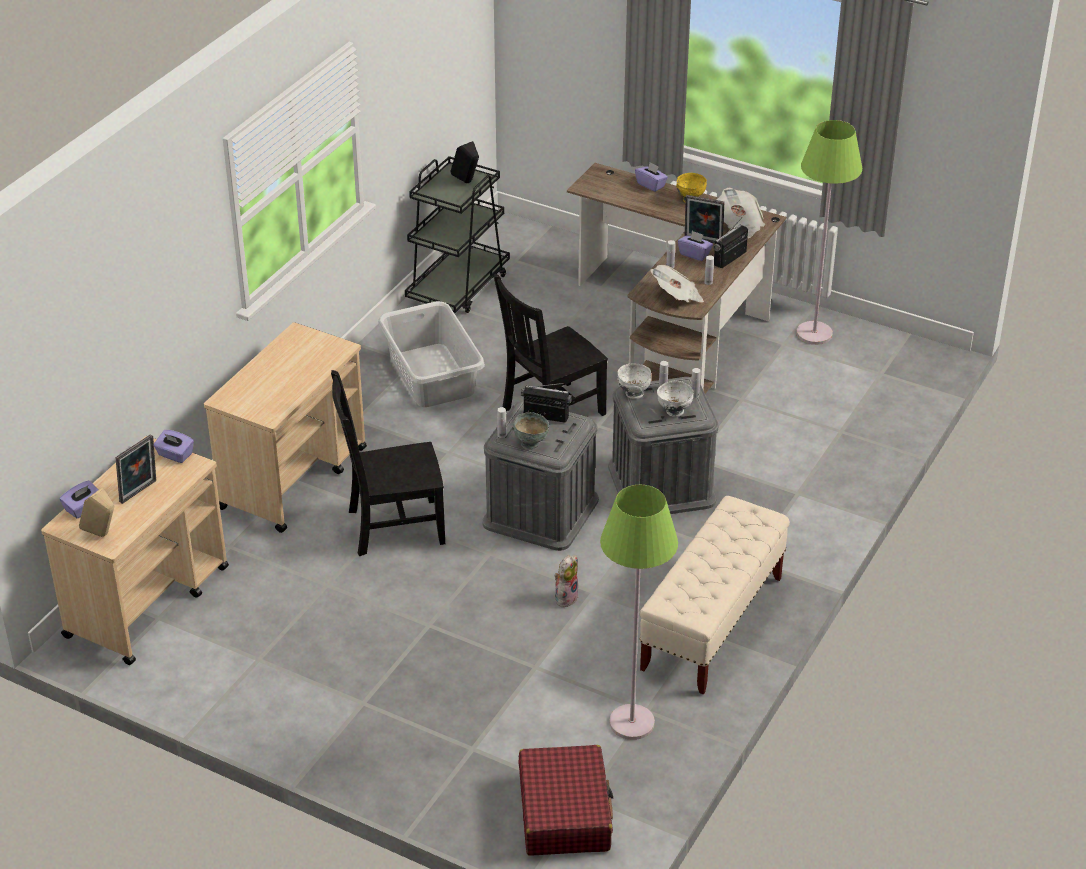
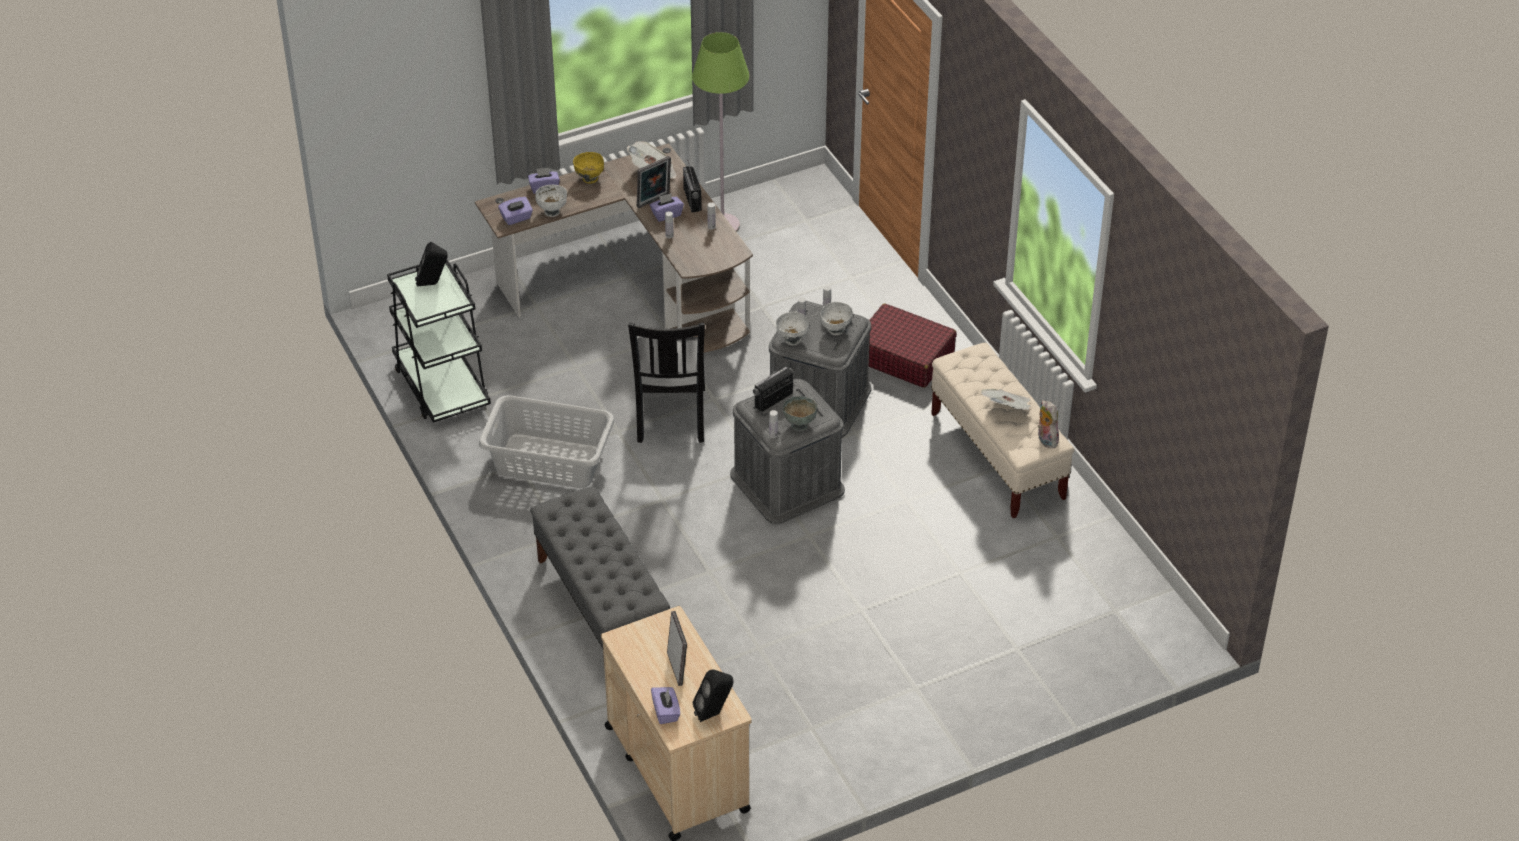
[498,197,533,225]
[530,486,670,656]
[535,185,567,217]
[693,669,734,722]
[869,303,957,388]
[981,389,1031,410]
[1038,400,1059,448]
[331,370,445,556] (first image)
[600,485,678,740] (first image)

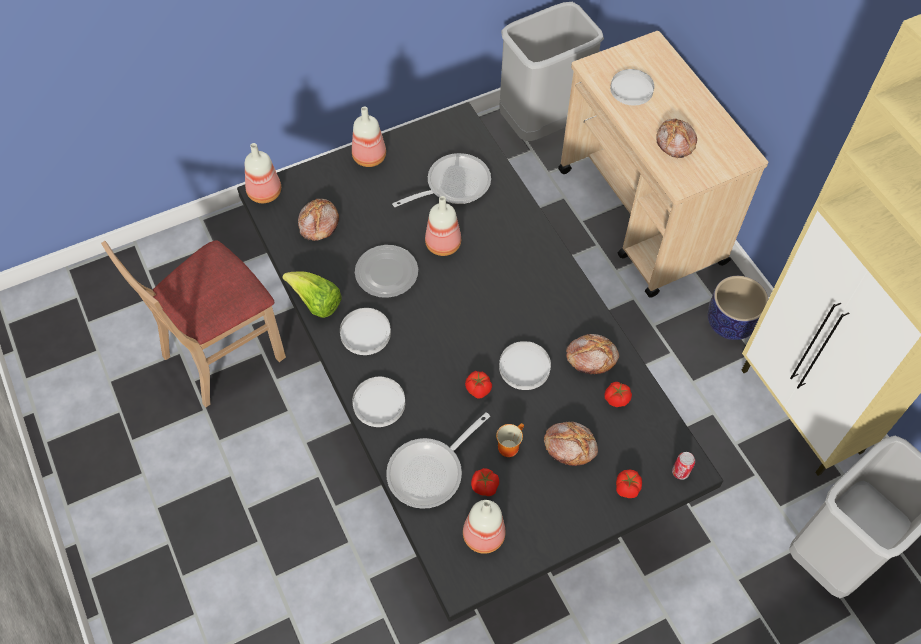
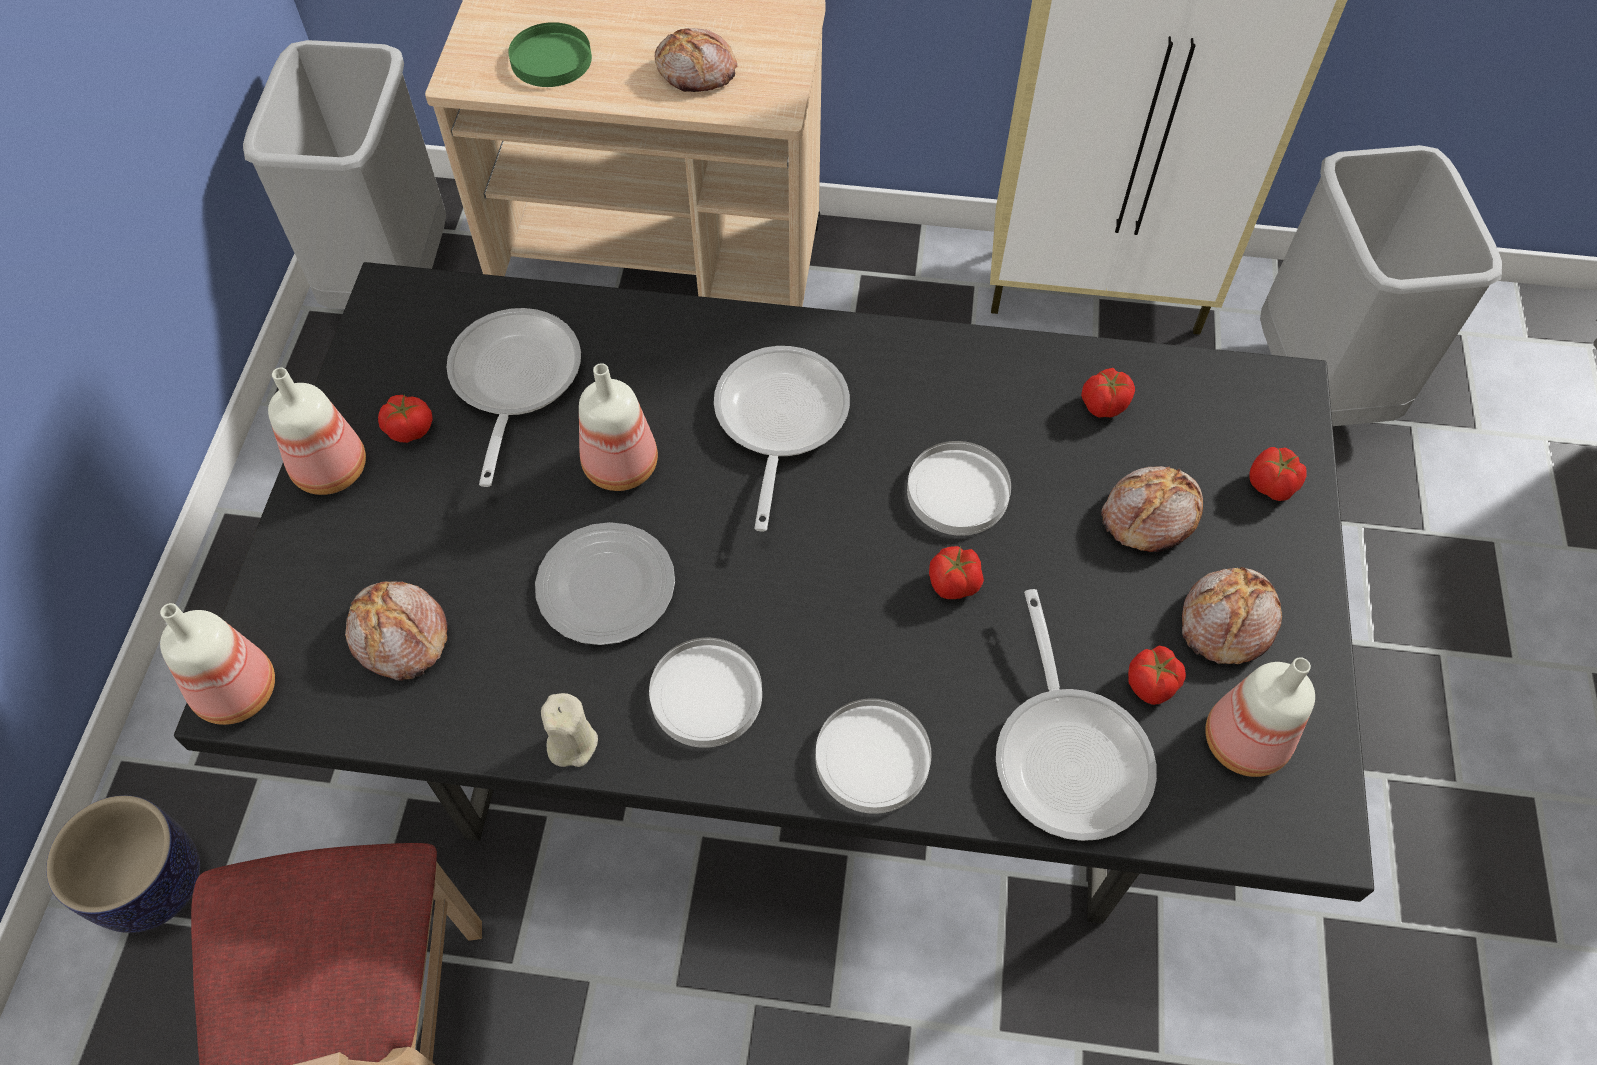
[46,795,200,933]
[378,395,433,443]
[508,22,592,87]
[541,693,598,767]
[714,346,850,532]
[1182,567,1282,664]
[496,423,524,457] (first image)
[672,452,695,480] (first image)

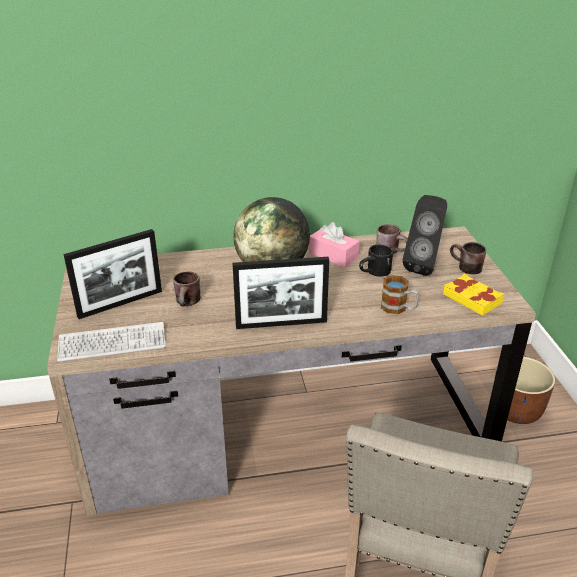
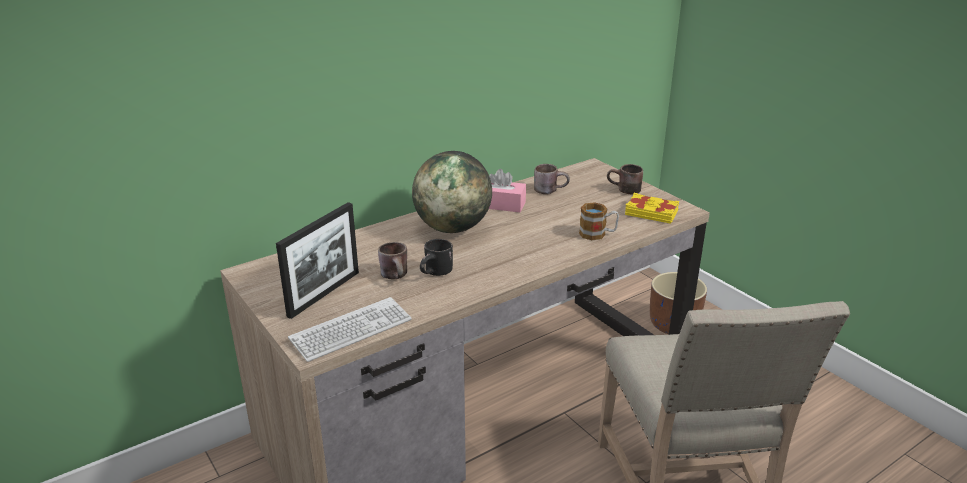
[420,239,453,276]
[232,257,329,329] (first image)
[402,195,447,276] (first image)

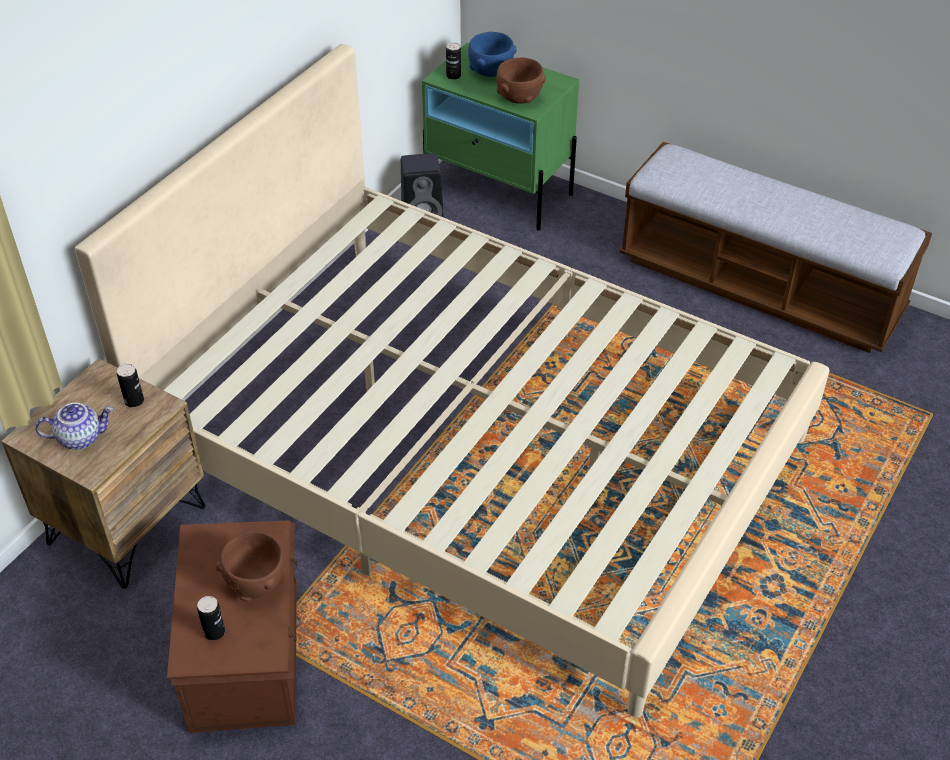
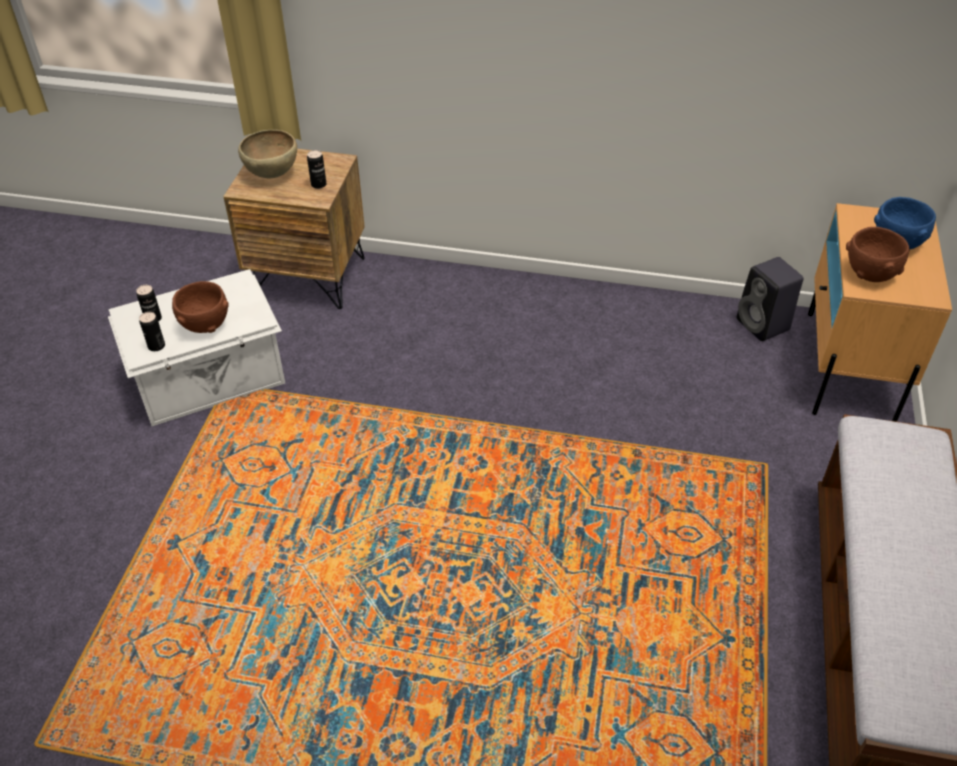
[108,269,285,426]
[139,312,165,351]
[238,130,297,178]
[808,203,952,422]
[75,44,830,717] (first image)

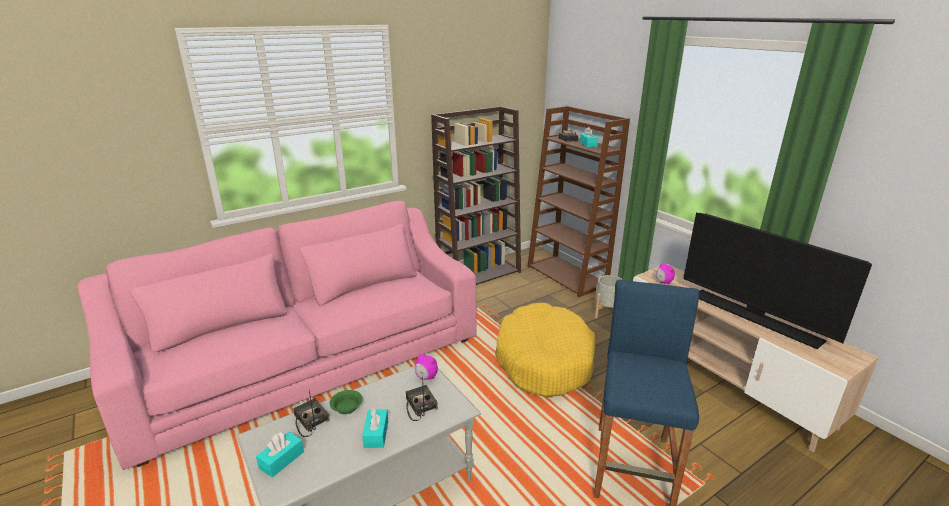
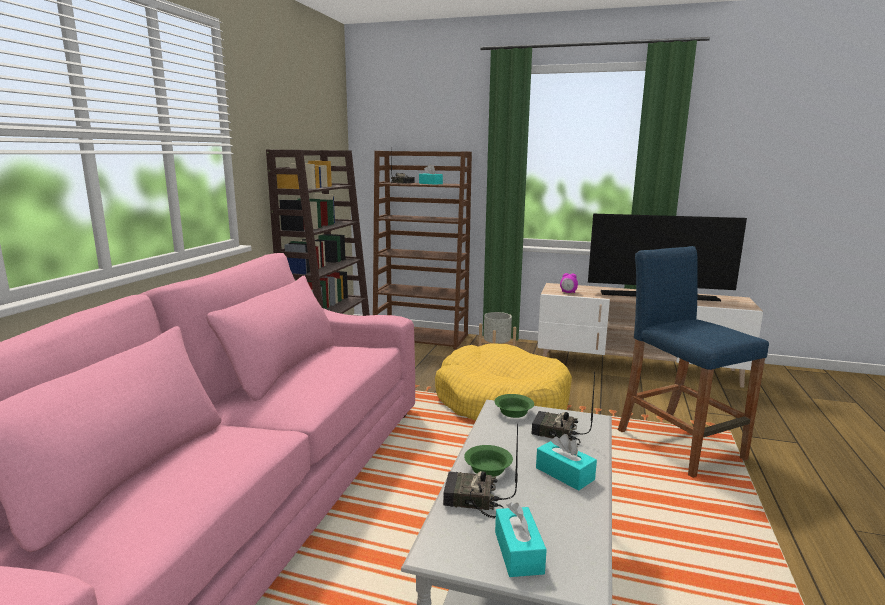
[494,394,534,418]

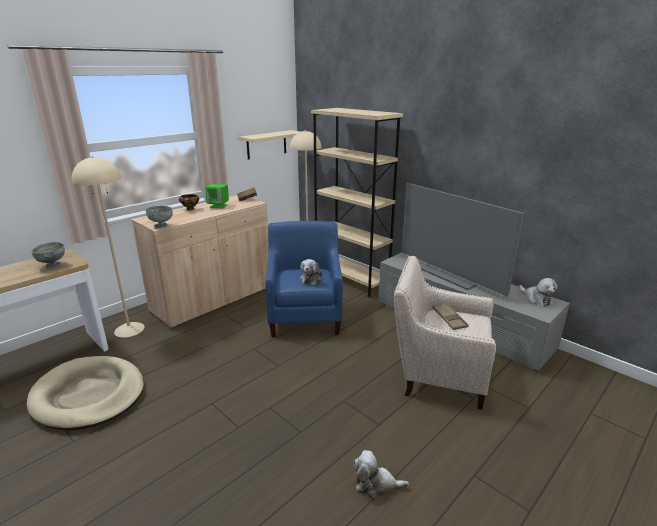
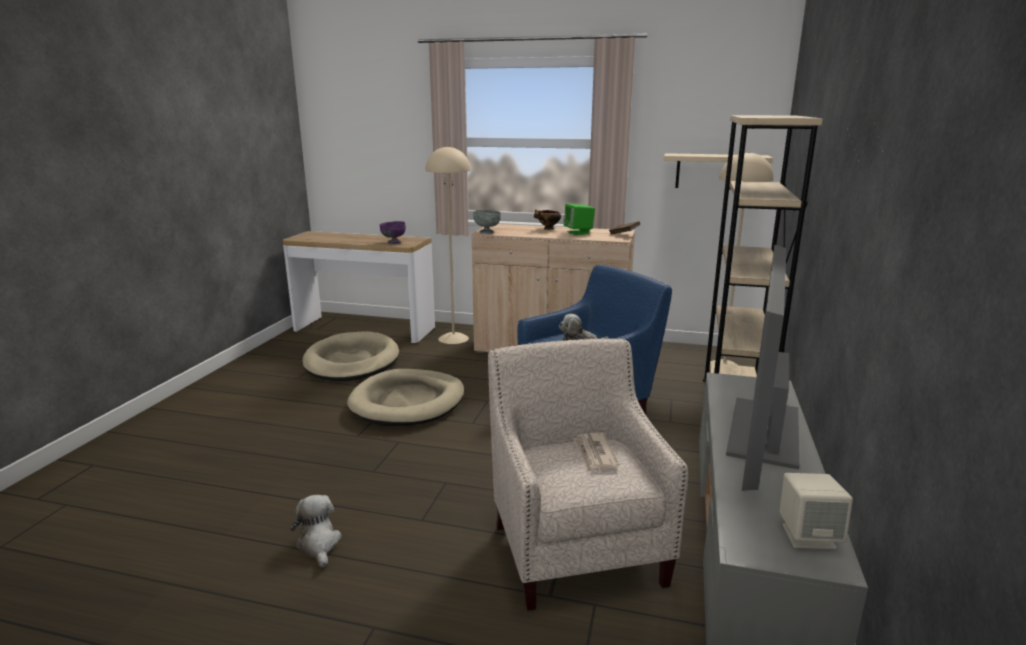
[347,369,464,426]
[380,221,406,244]
[573,433,619,472]
[779,473,853,549]

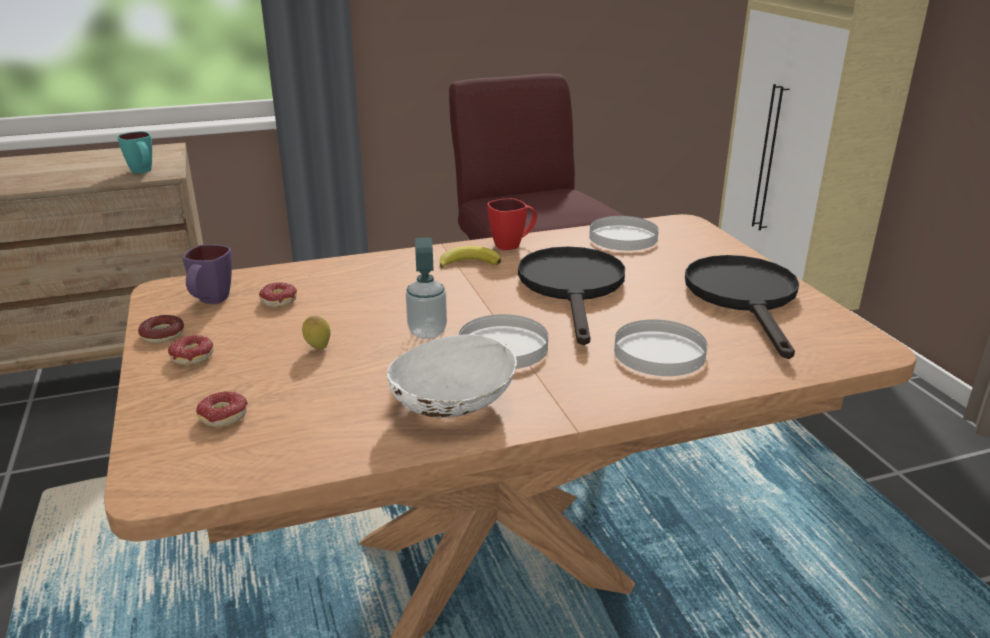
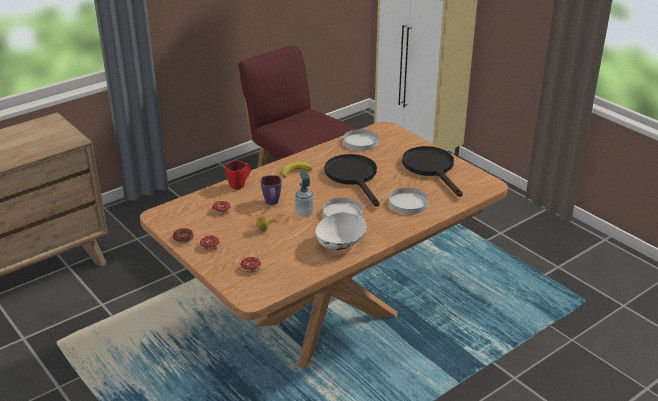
[224,160,251,190]
[261,175,282,205]
[117,131,152,174] (first image)

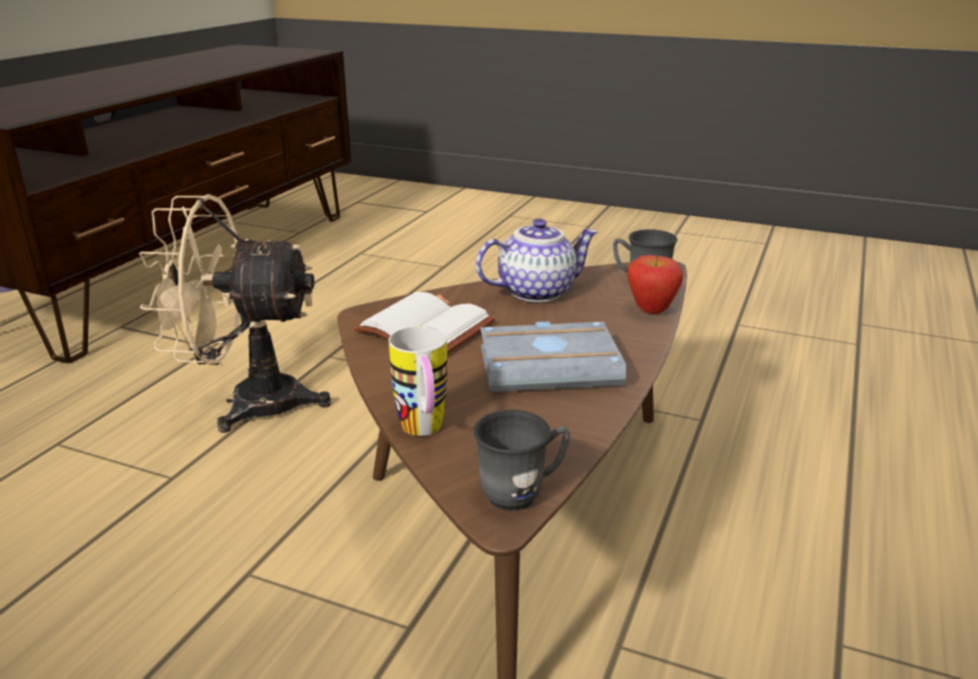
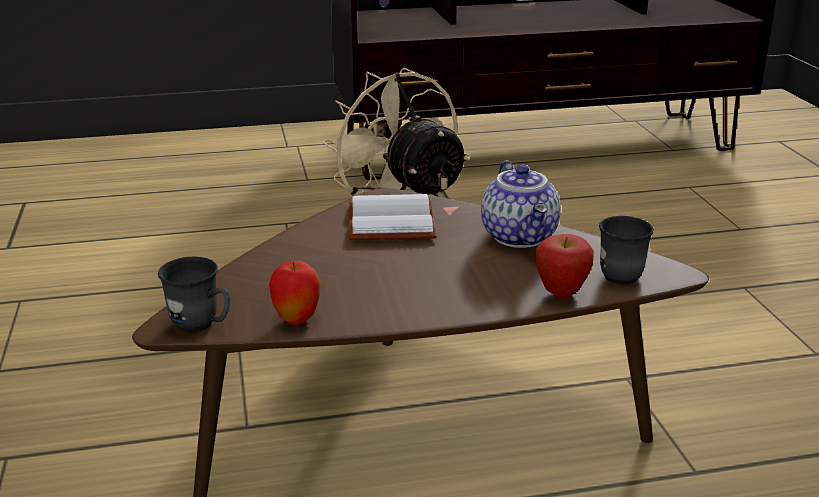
[269,261,321,325]
[481,161,561,248]
[389,326,447,436] (first image)
[481,322,627,392] (first image)

